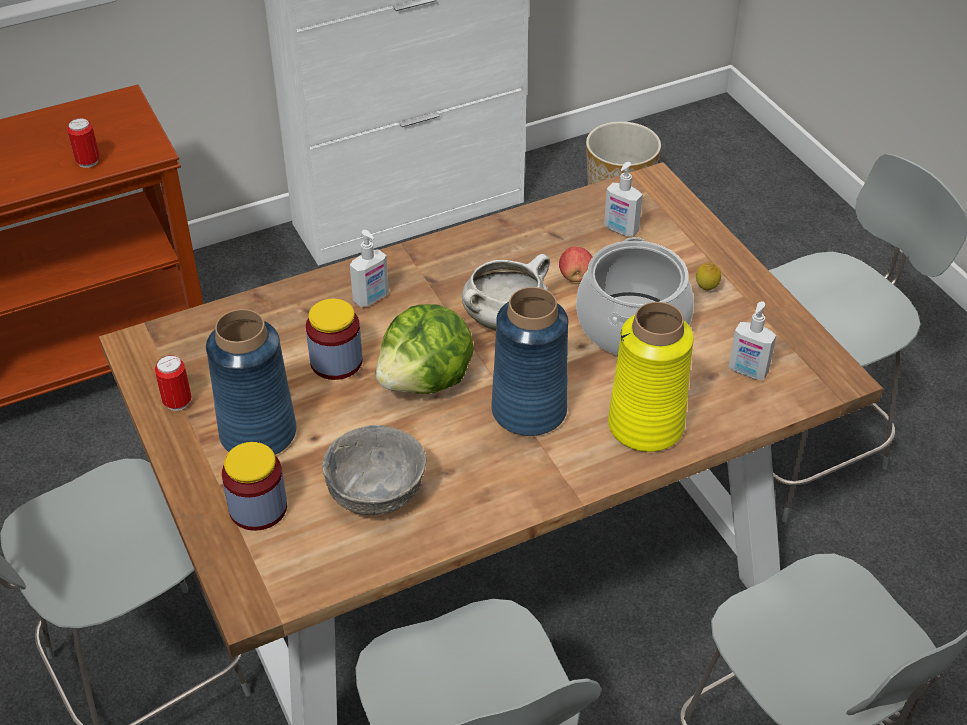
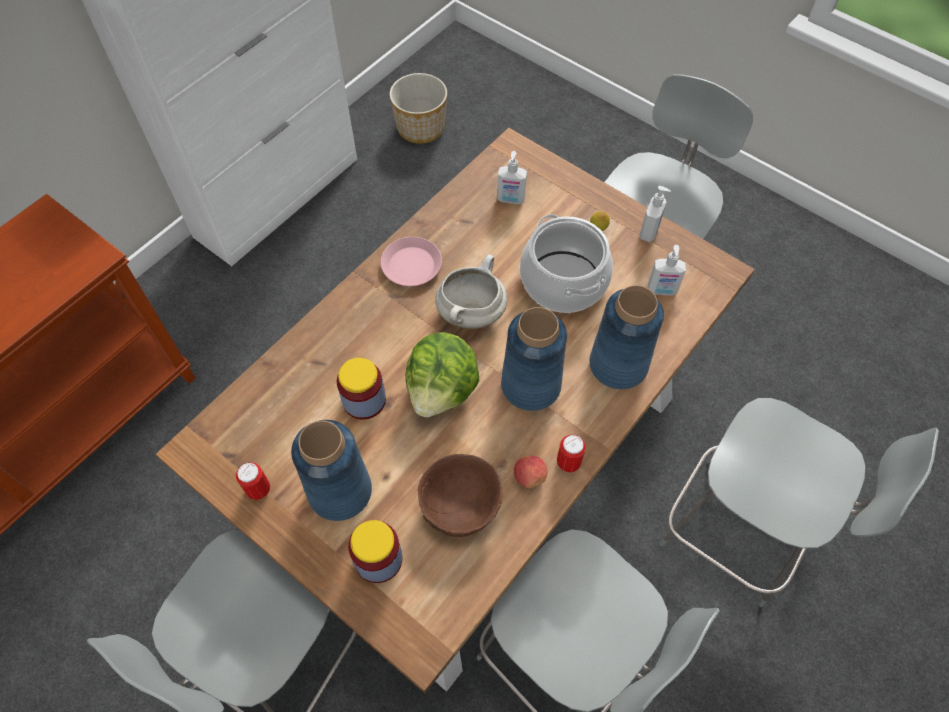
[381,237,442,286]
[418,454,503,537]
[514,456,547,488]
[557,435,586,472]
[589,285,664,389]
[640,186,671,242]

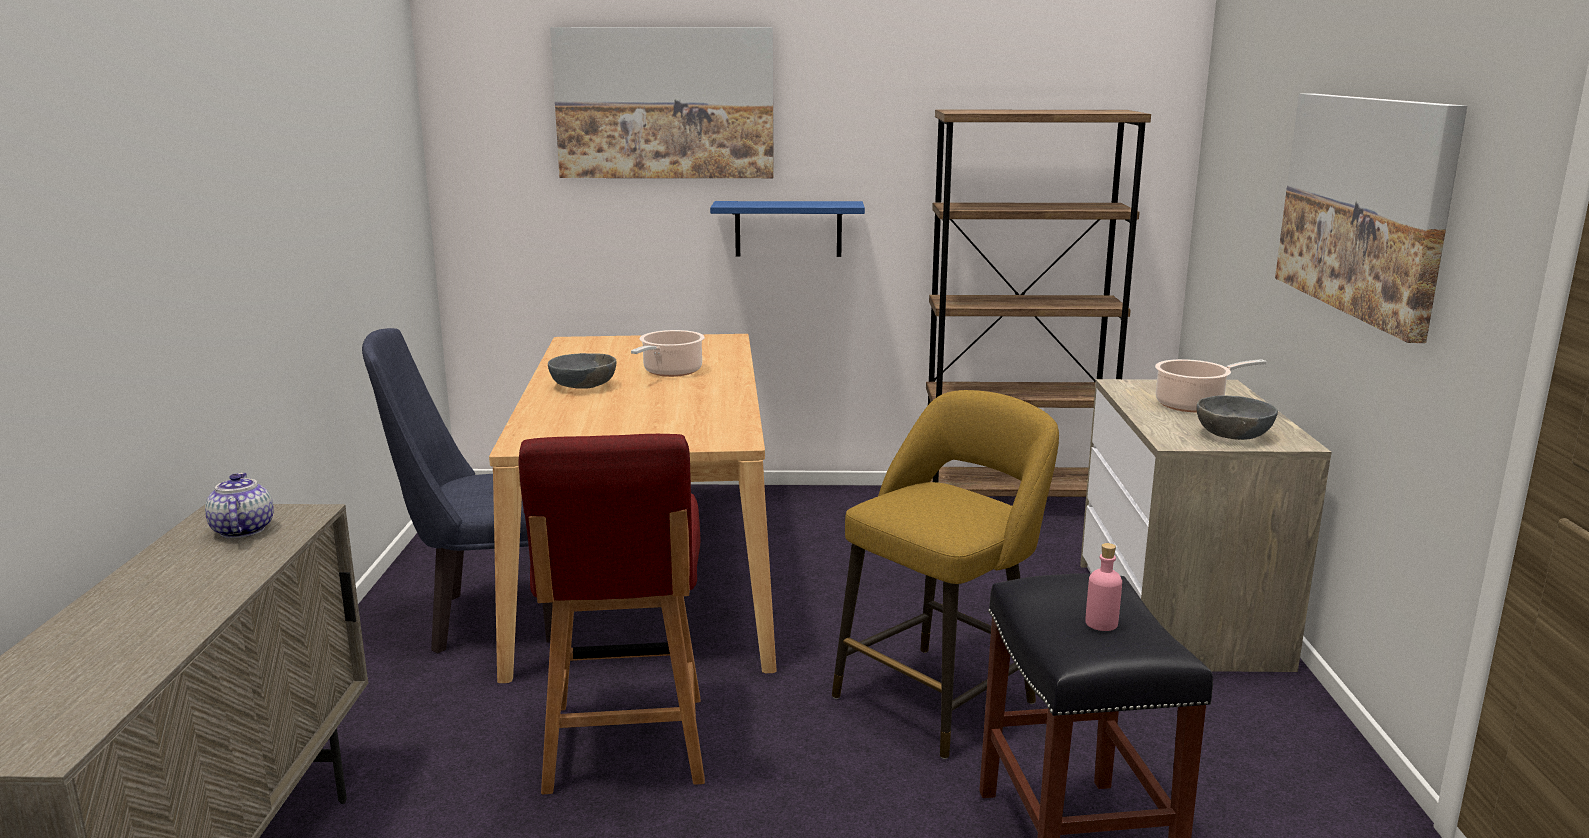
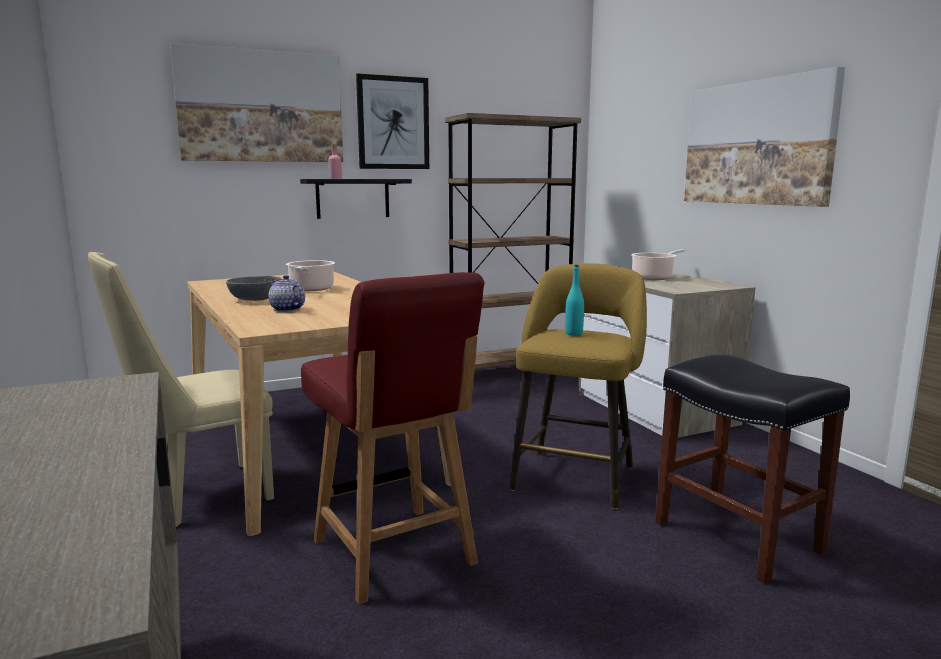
[88,252,274,527]
[269,275,305,312]
[300,179,412,219]
[329,144,342,179]
[356,73,429,169]
[565,265,584,336]
[1196,395,1278,440] (first image)

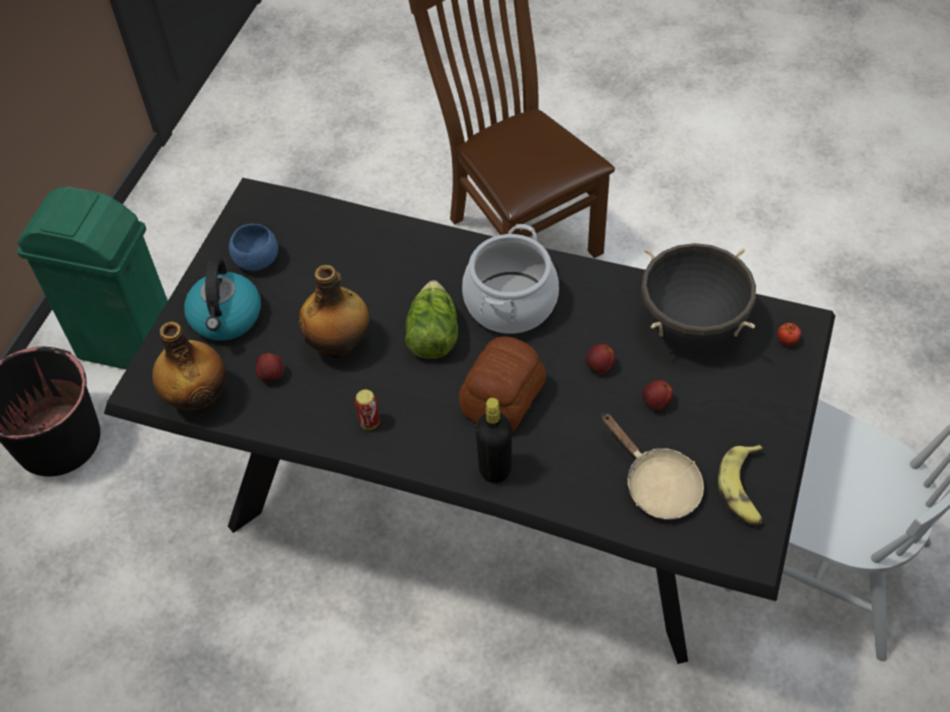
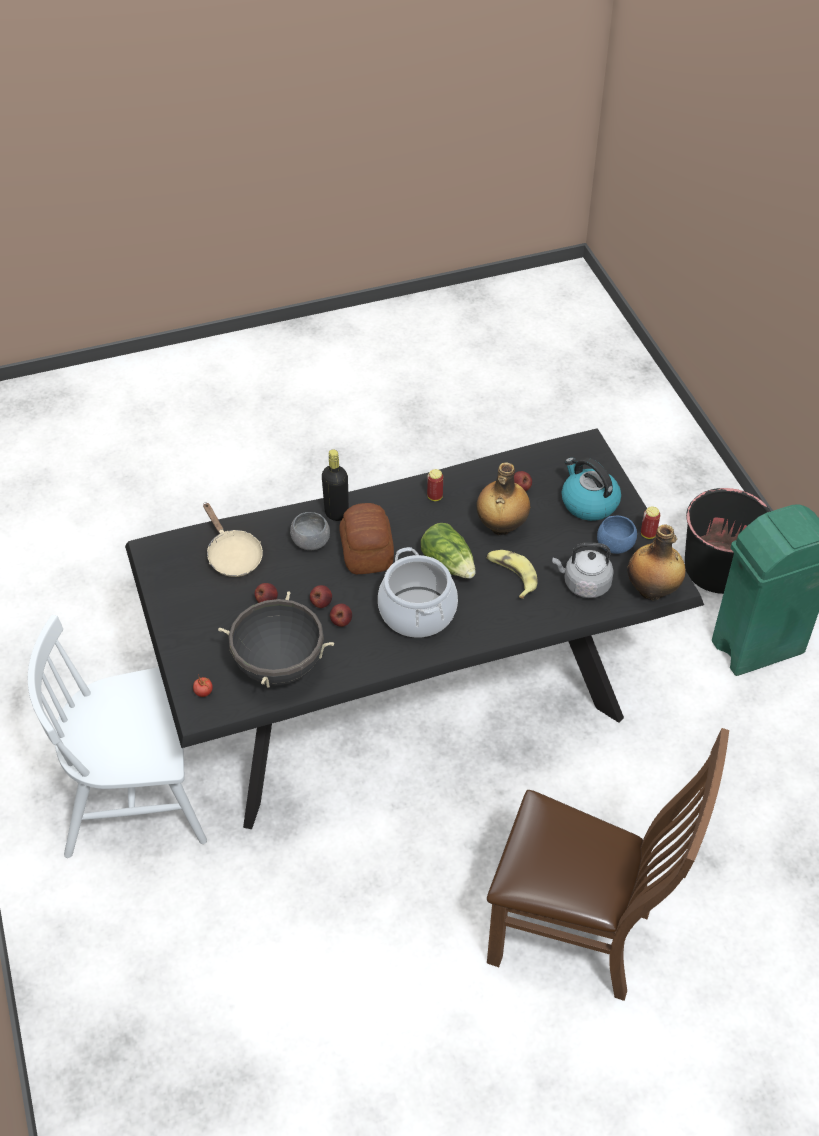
[203,502,263,577]
[290,512,330,550]
[330,604,352,627]
[487,550,537,599]
[552,543,614,598]
[627,524,686,600]
[641,506,660,539]

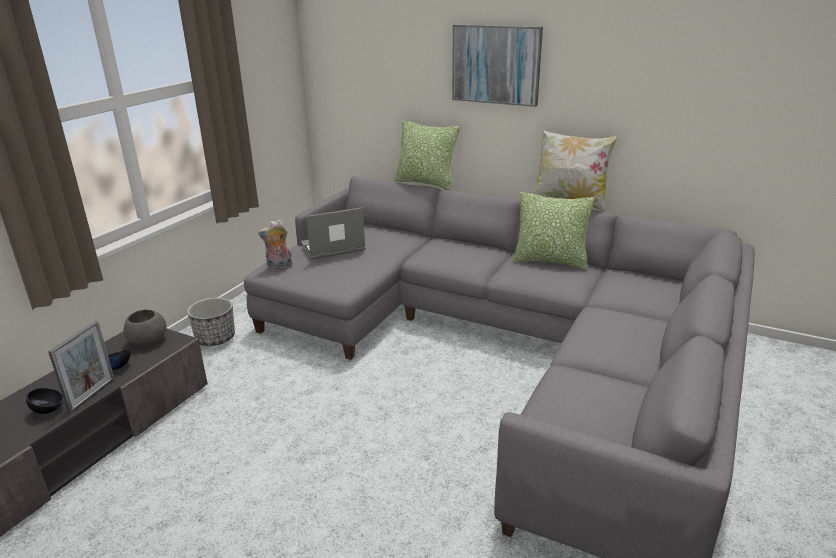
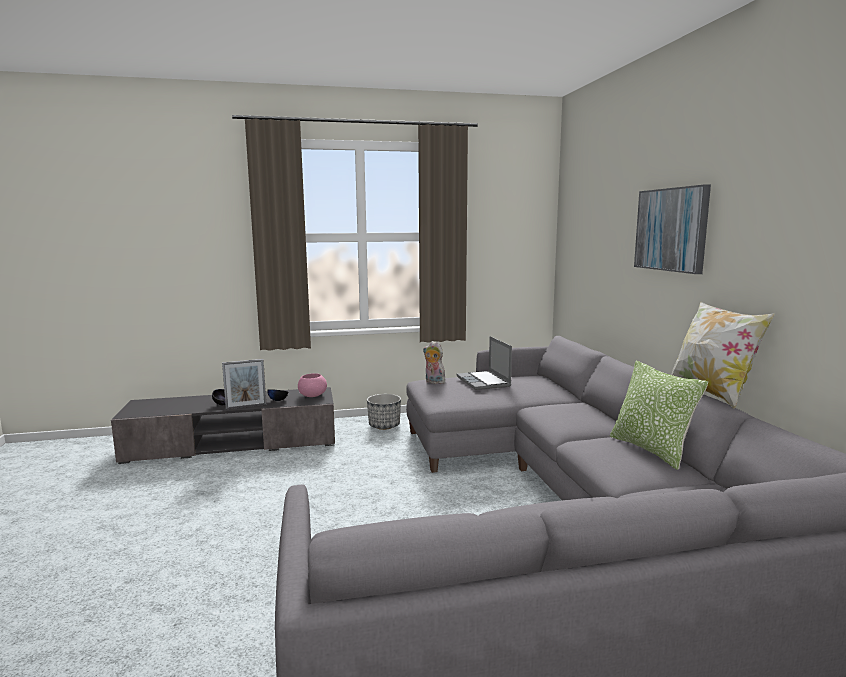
[298,373,327,397]
[456,336,512,390]
[394,121,460,190] (first image)

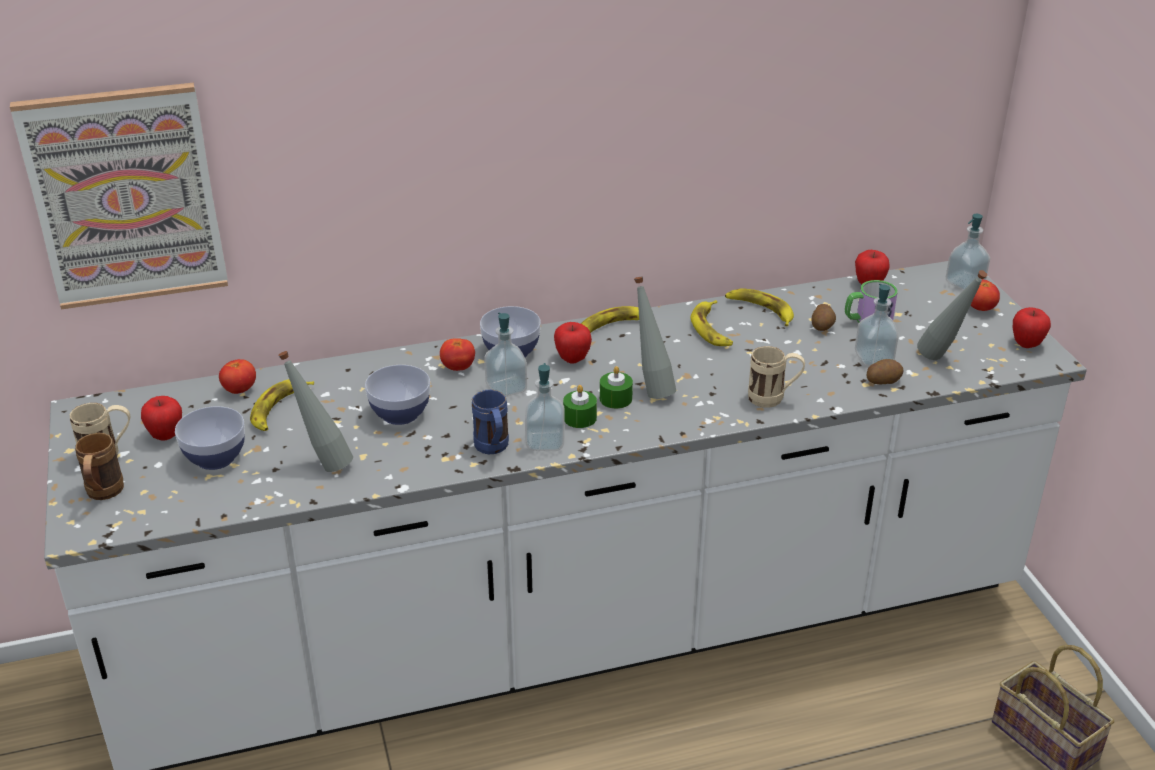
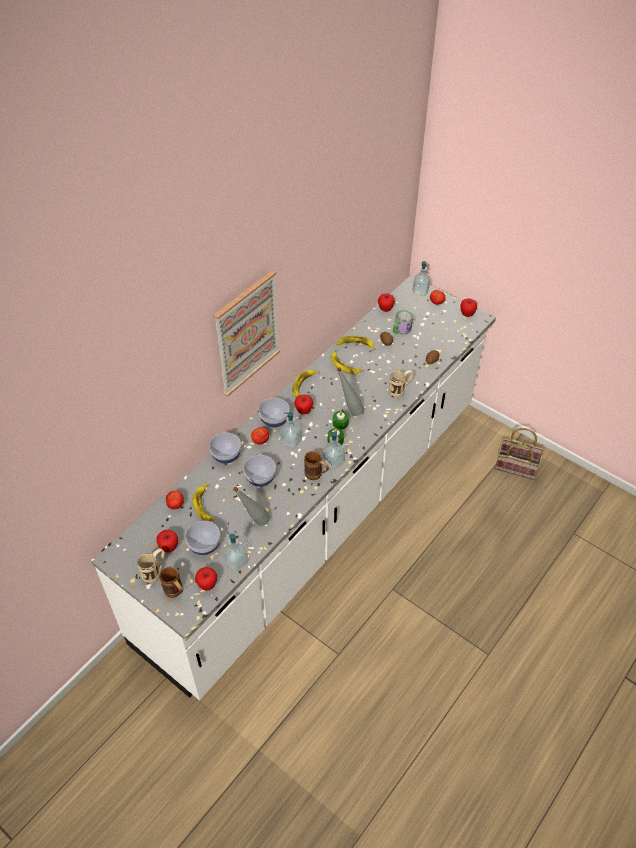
[195,567,217,591]
[209,432,241,463]
[213,270,280,397]
[222,532,248,571]
[304,451,329,480]
[917,270,987,360] (first image)

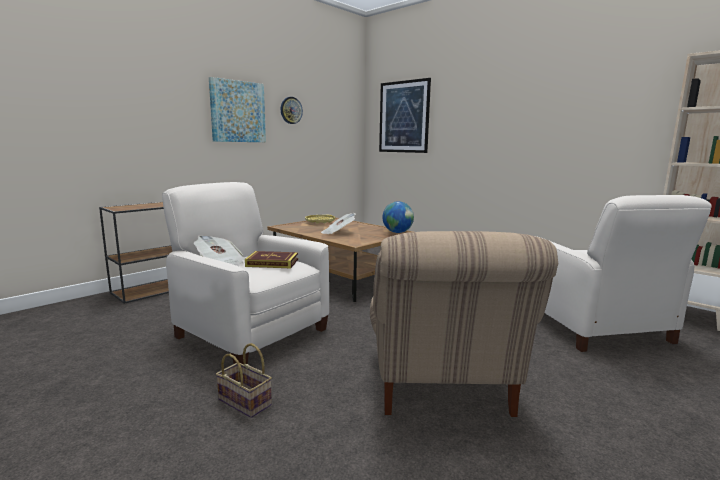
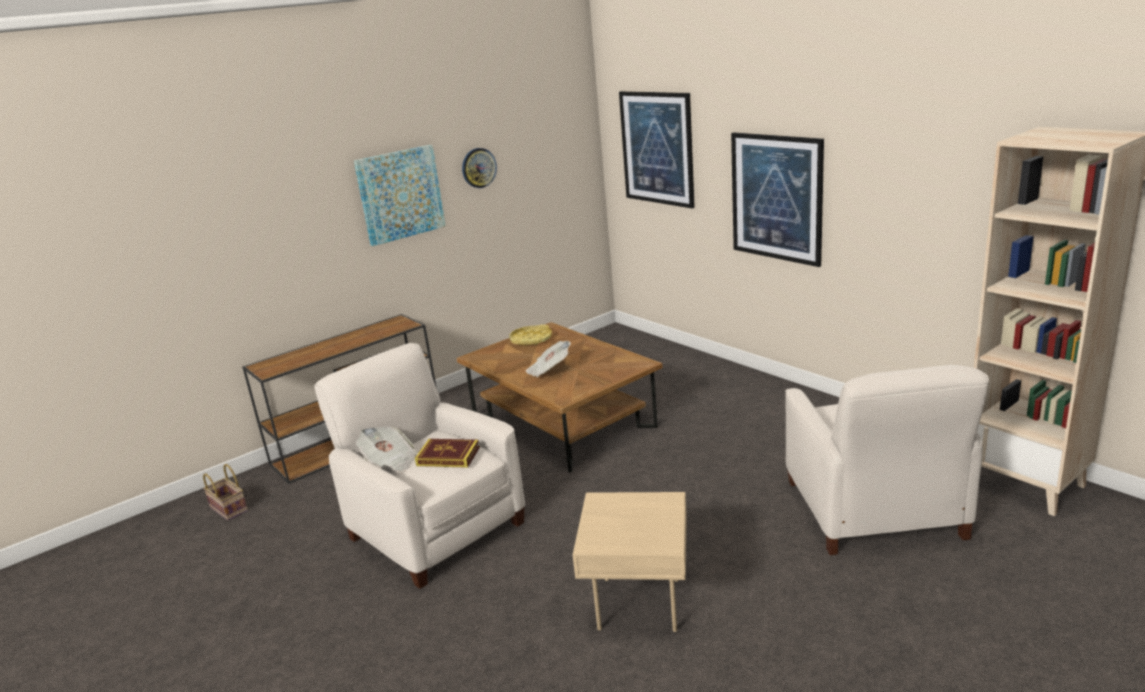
[203,464,248,521]
[573,492,687,632]
[731,132,824,267]
[382,201,414,233] (first image)

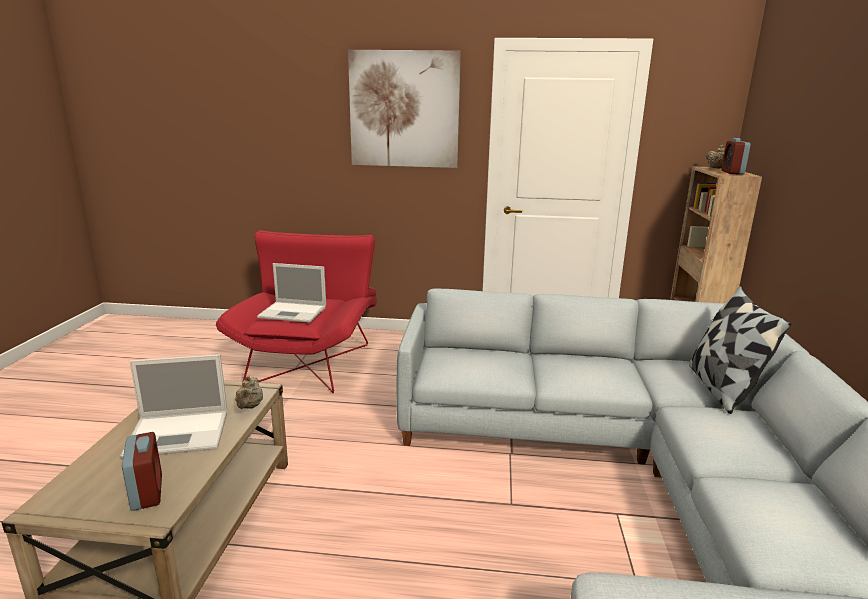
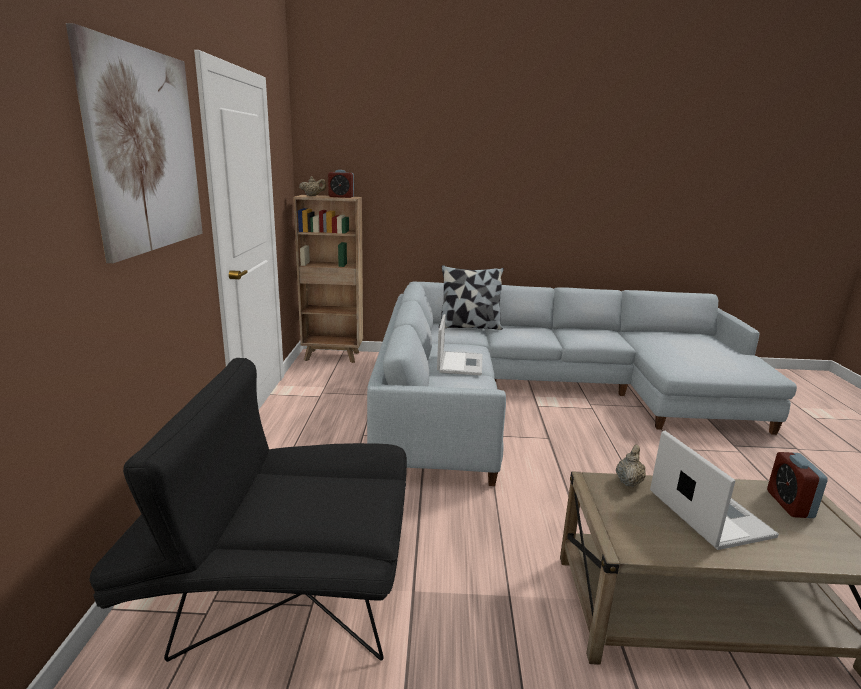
[89,358,407,662]
[437,314,483,375]
[616,445,646,487]
[767,452,828,518]

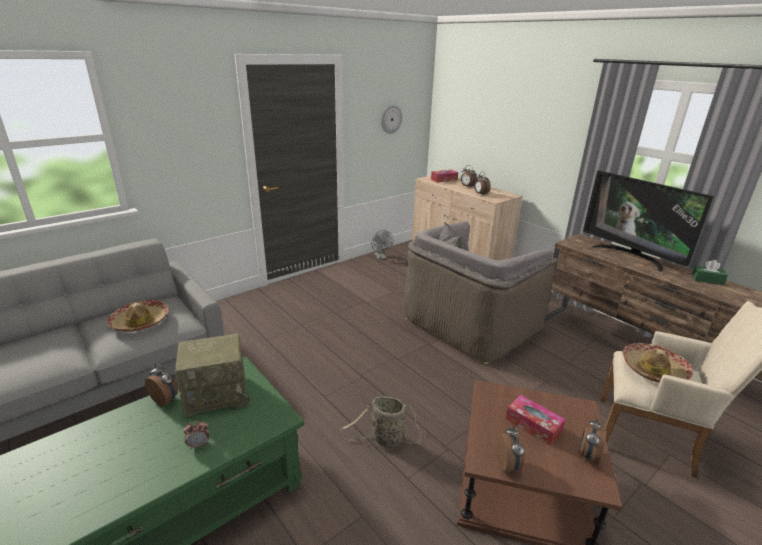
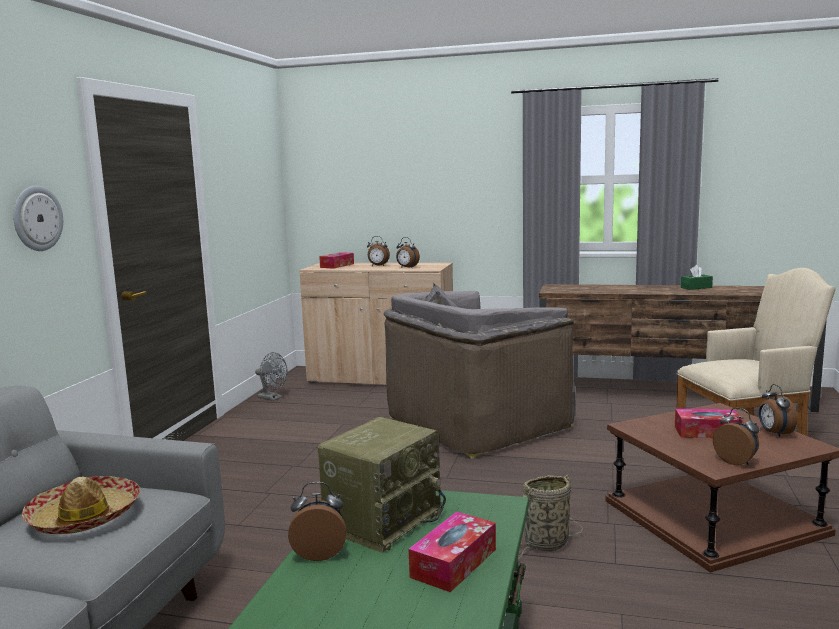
[13,185,63,251]
[384,283,575,459]
[409,512,496,592]
[583,171,714,272] (first image)
[622,343,693,383] (first image)

